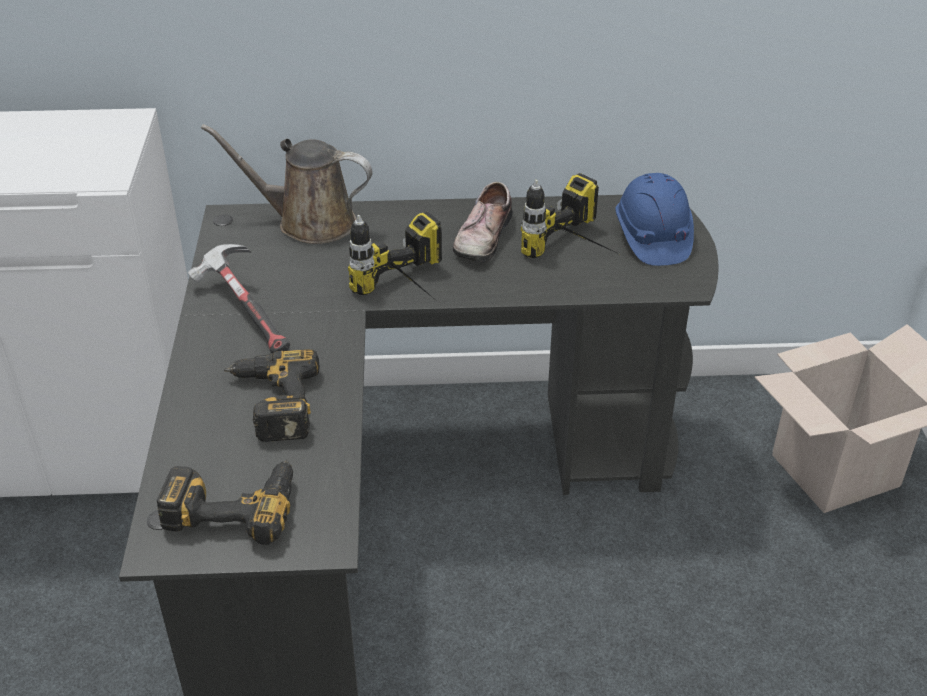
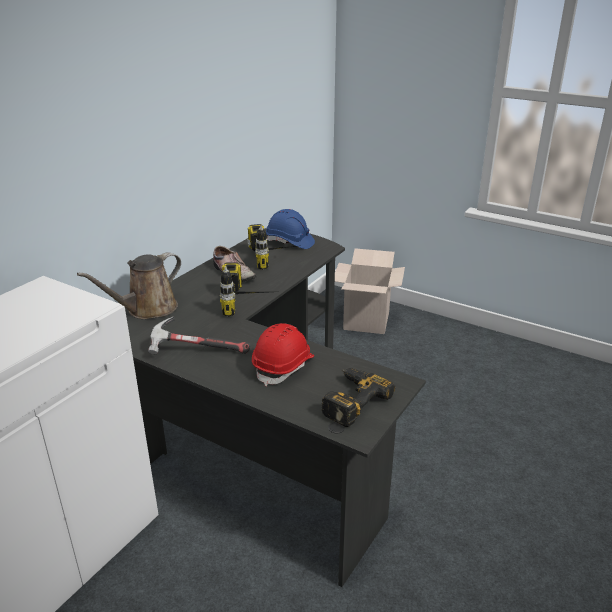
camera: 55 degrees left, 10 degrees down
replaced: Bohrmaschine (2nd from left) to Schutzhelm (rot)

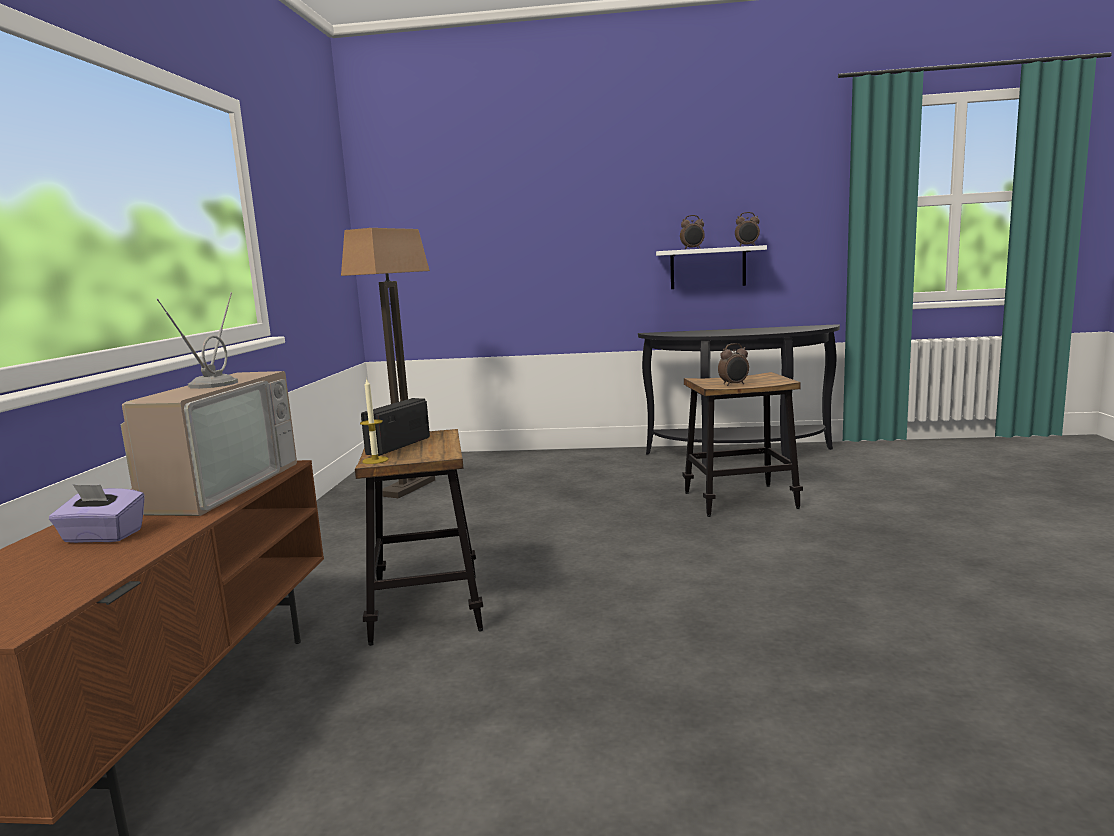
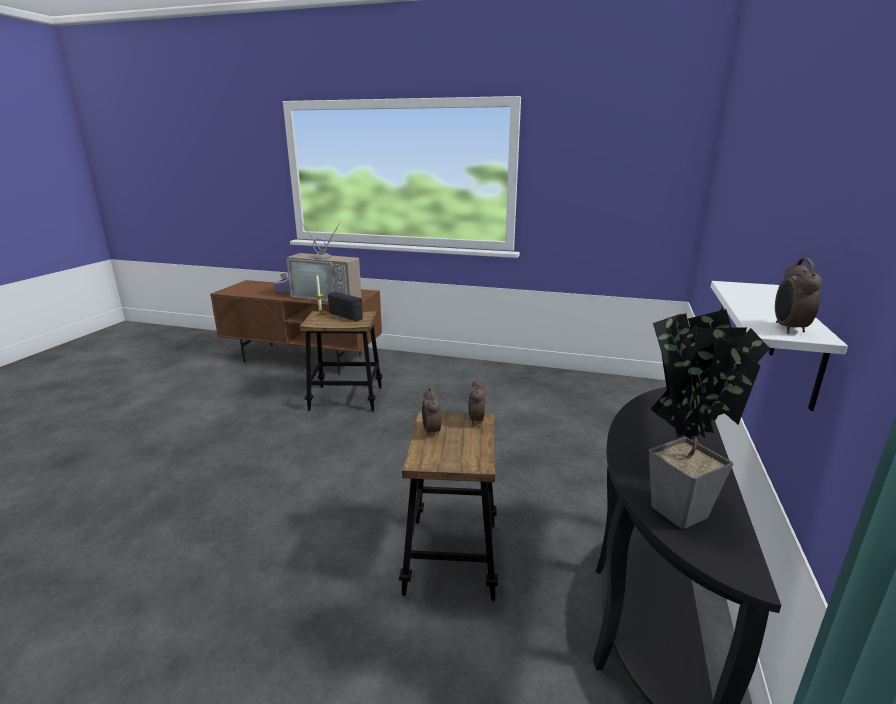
camera: 100 degrees right, 10 degrees up
removed: Stehlampe
added: Topfpflanze
moved: Wecker (1st from left in the first image) to Wecker (2nd from left)

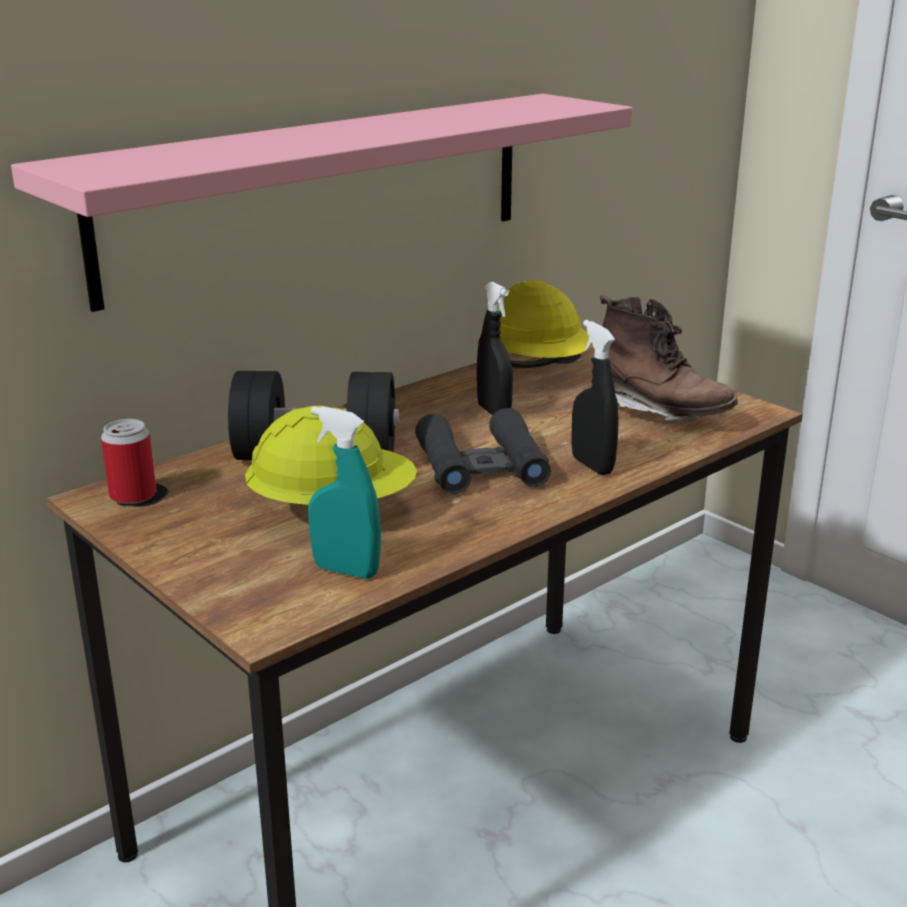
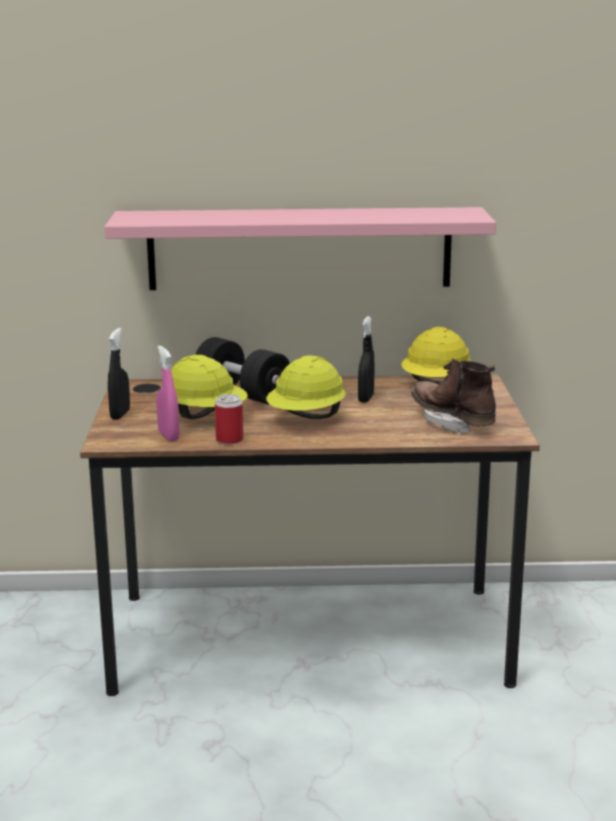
camera: 40 degrees right, 5 degrees down
moved: Dose; Sprühflasche (schwarz) (2nd from left in the first image) to Sprühflasche (schwarz) (1st from left)
replaced: Fernglas (schwarz) to Schutzhelm (gelb) (2nd from left)
recoloured: Sprühflasche (türkis) to Sprühflasche (rosa)
turned: Stiefel (braun) 150 degrees clockwise

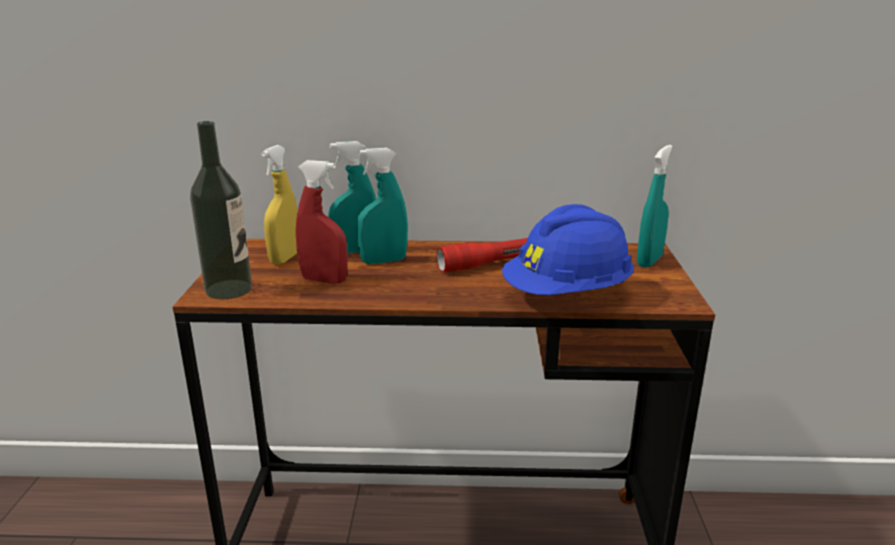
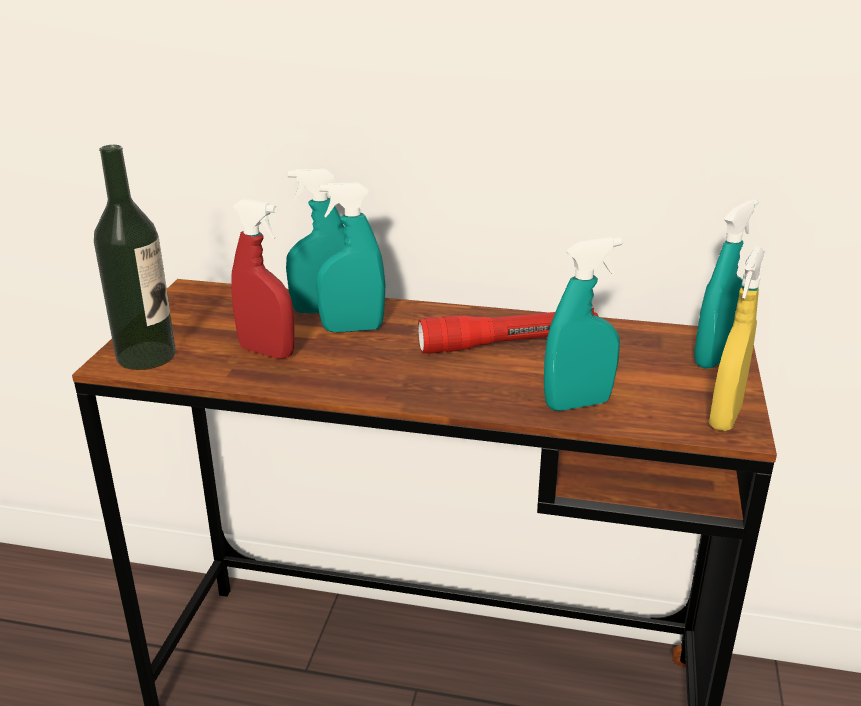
camera: 10 degrees right, 5 degrees up
moved: Sprühflasche (gelb)
replaced: Schutzhelm (blau) to Sprühflasche (türkis) (3rd from left)

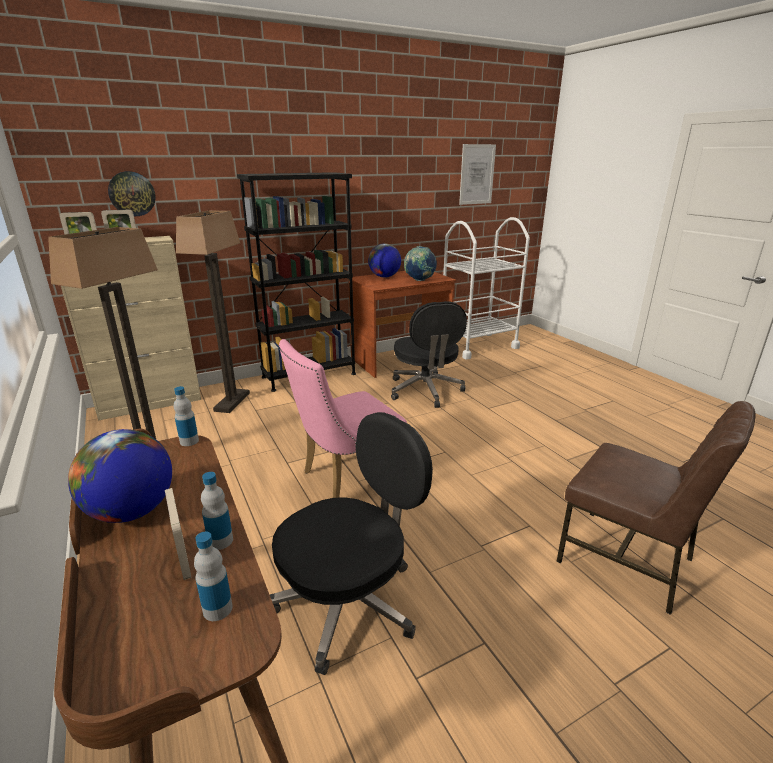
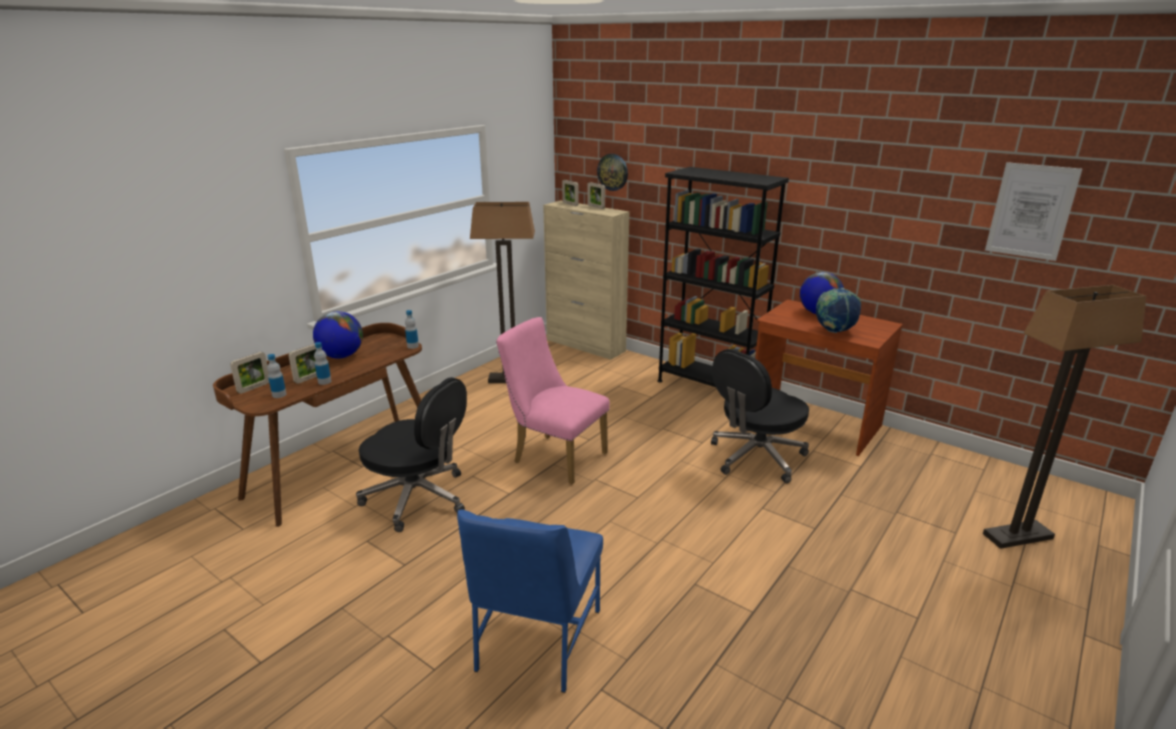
camera: 65 degrees right, 0 degrees up
removed: Rollwagen (weiß)
added: Bilderrahmen (1st from left)
moved: Stehlampe (2nd from left)
recoloured: Stuhl (braun) to Stuhl (blau)

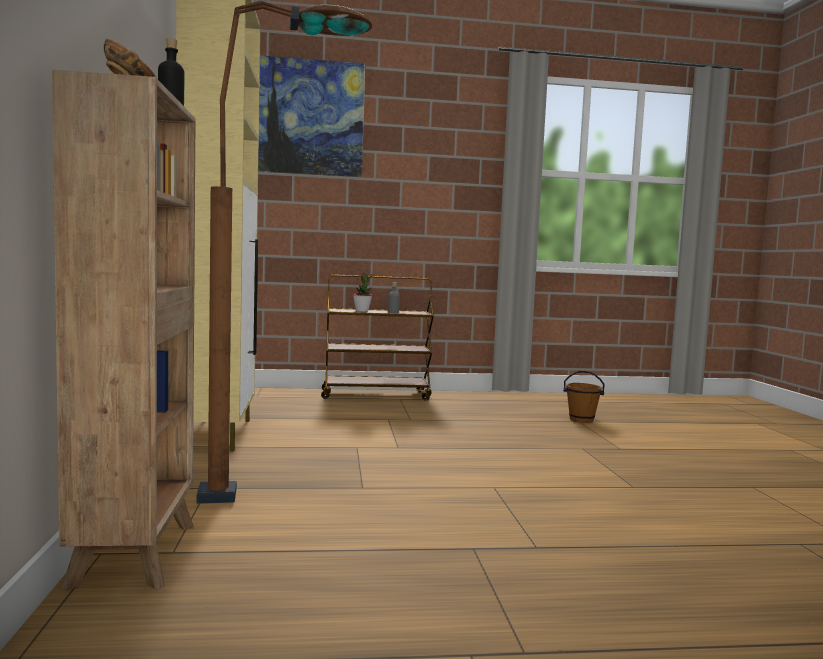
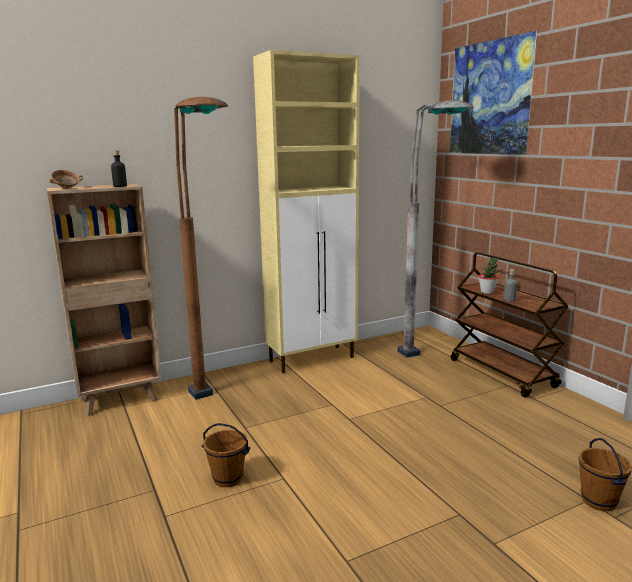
camera: 70 degrees right, 10 degrees up
added: Eimer (braun) (1st from left); Stehlampe (grau)

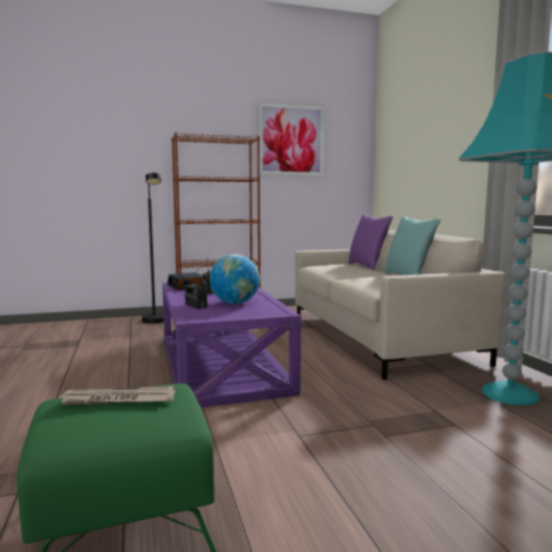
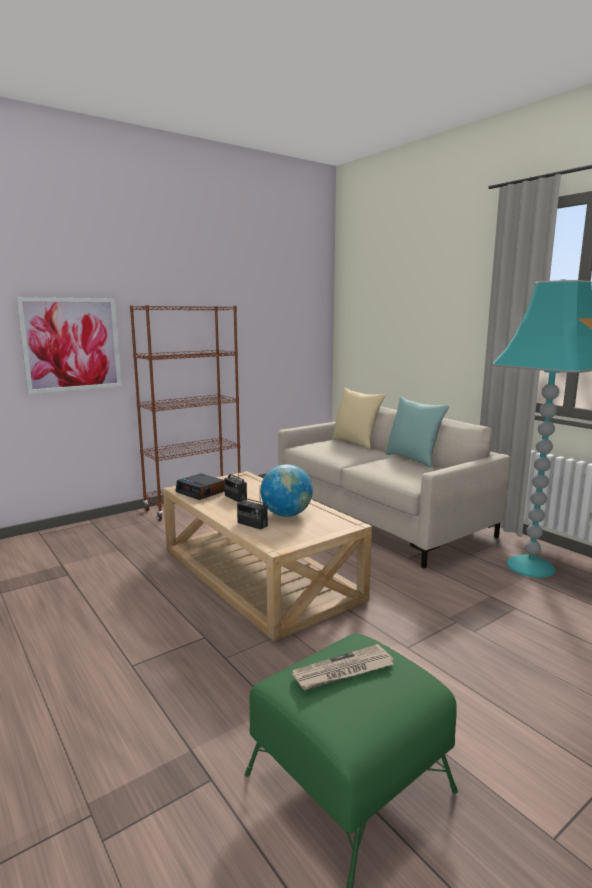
camera: 20 degrees left, 5 degrees up
removed: Stehlampe (schwarz)
moved: Bild
recoloured: Couchtisch (lila) to Couchtisch (beige); Kissen (lila) to Kissen (beige)

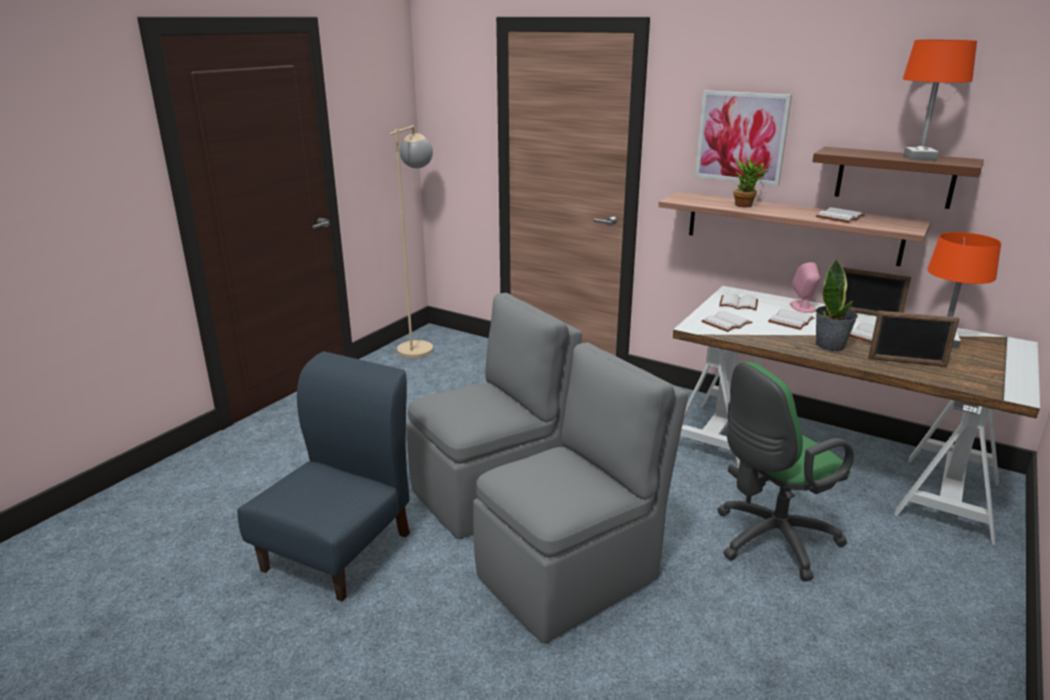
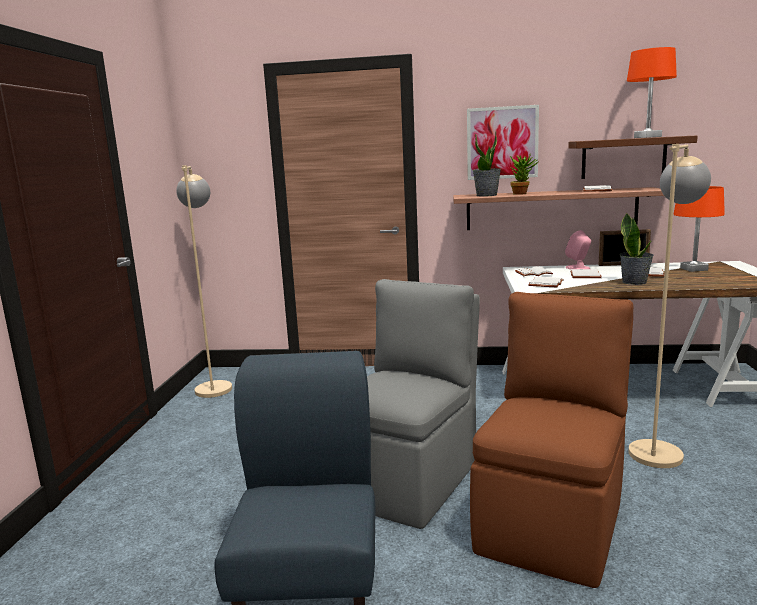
camera: 25 degrees left, 10 degrees down
removed: Bilderrahmen (2nd from left)
added: Topfpflanze (1st from left)
replaced: Bürostuhl (grün) to Stehlampe (beige) (2nd from left)
recoloured: Stuhl (grau) (2nd from left) to Stuhl (braun)

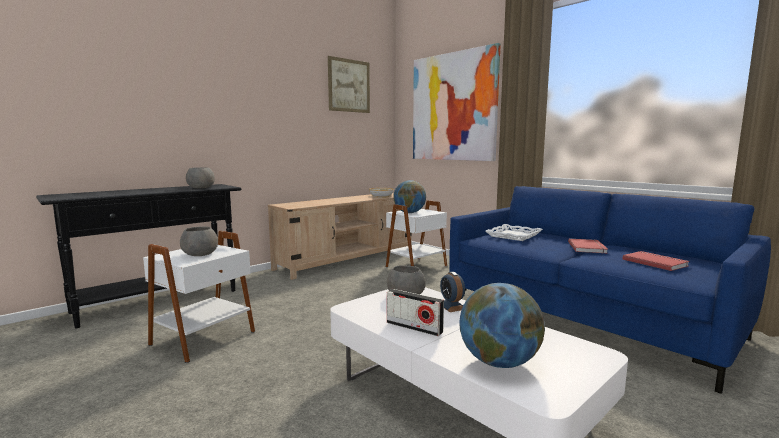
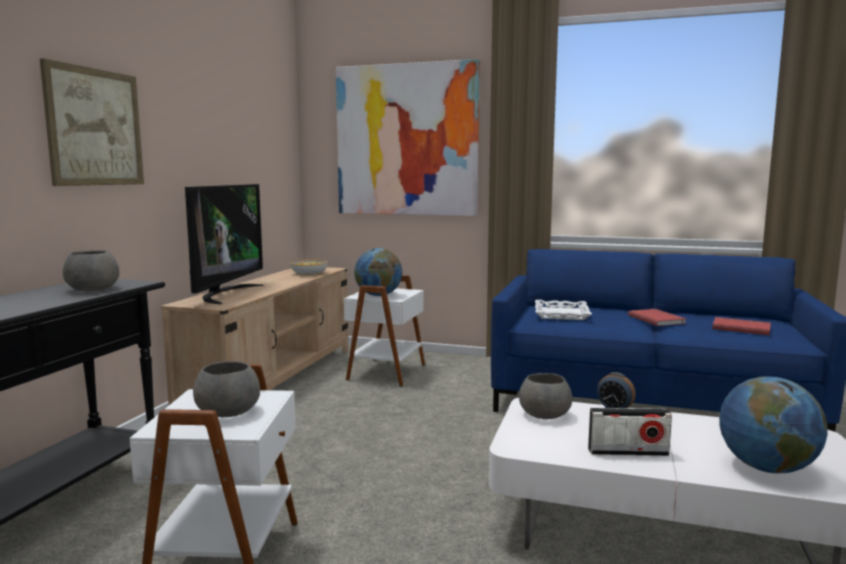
camera: 30 degrees left, 0 degrees up
added: Fernseher
moved: Bild (1st from left)

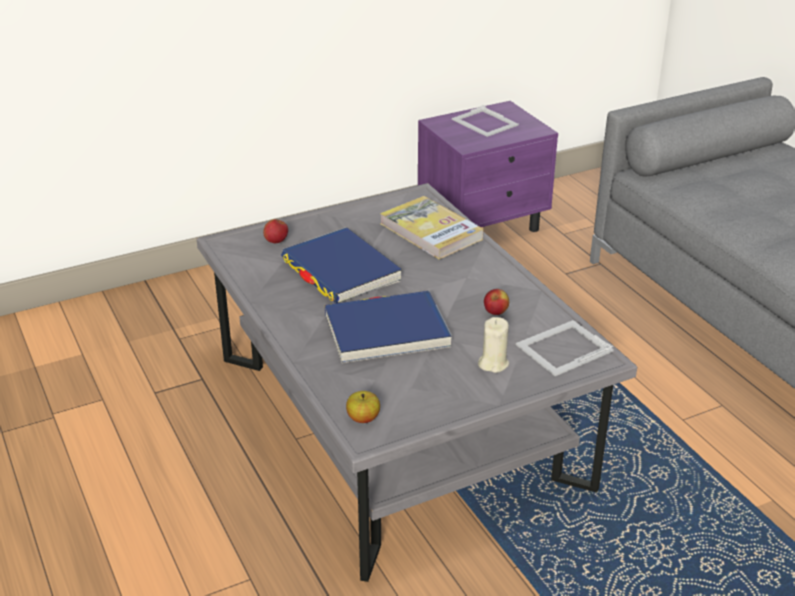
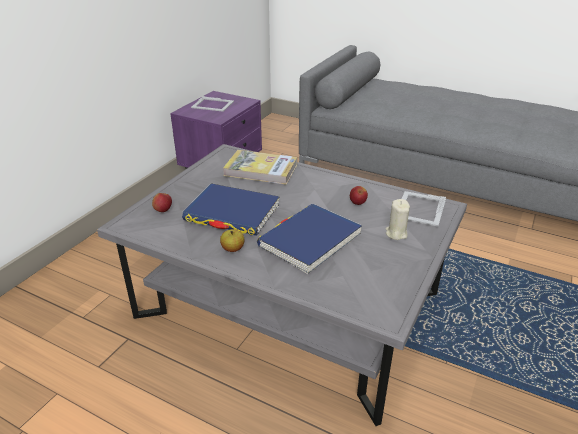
camera: 35 degrees left, 0 degrees up
moved: Apfel (2nd from left)

